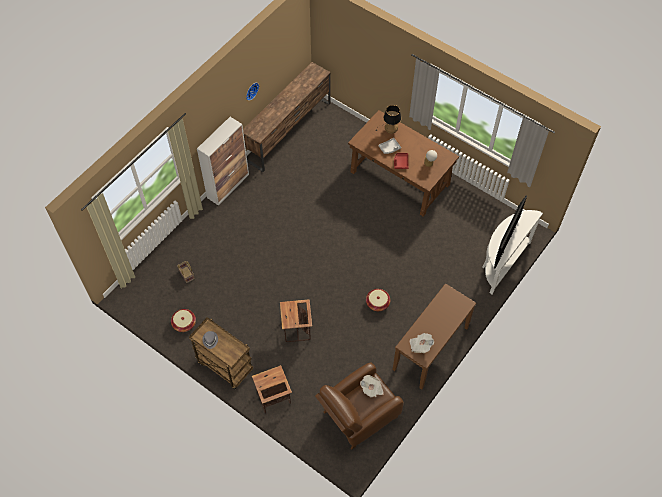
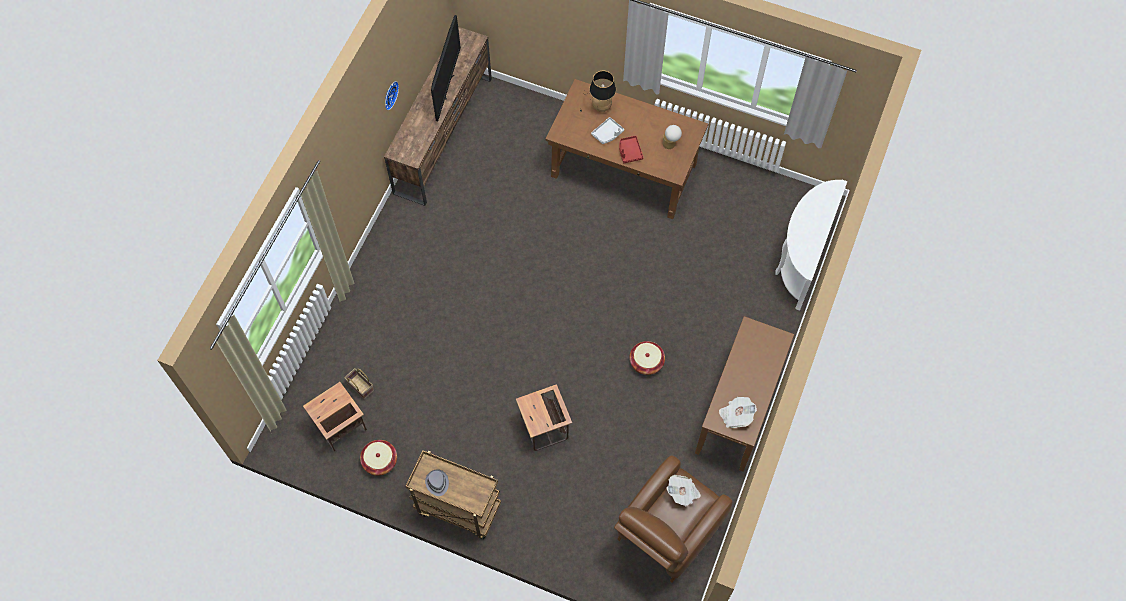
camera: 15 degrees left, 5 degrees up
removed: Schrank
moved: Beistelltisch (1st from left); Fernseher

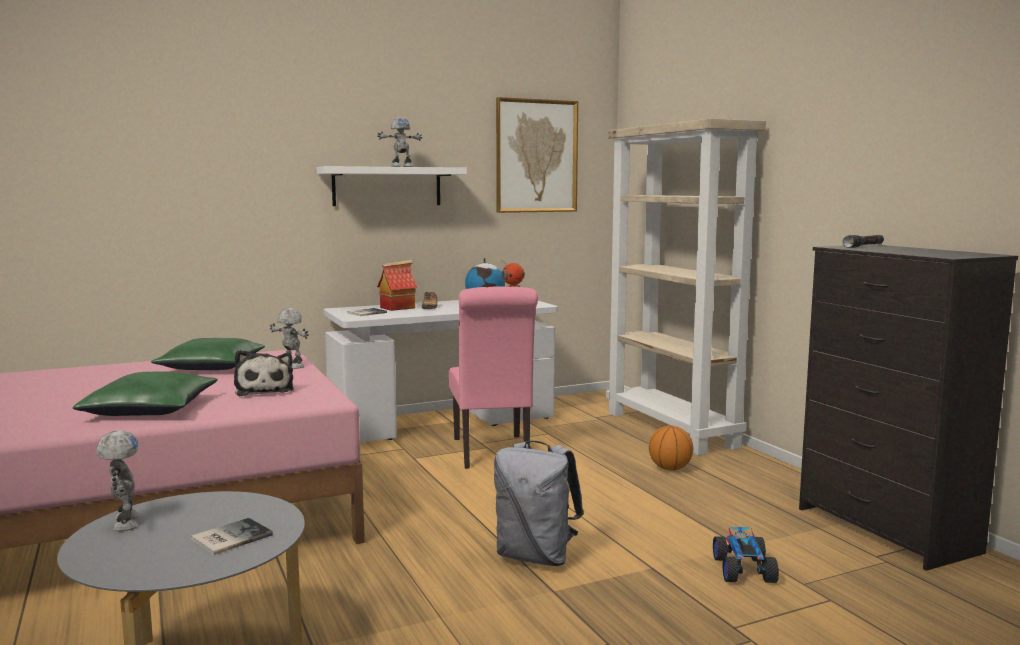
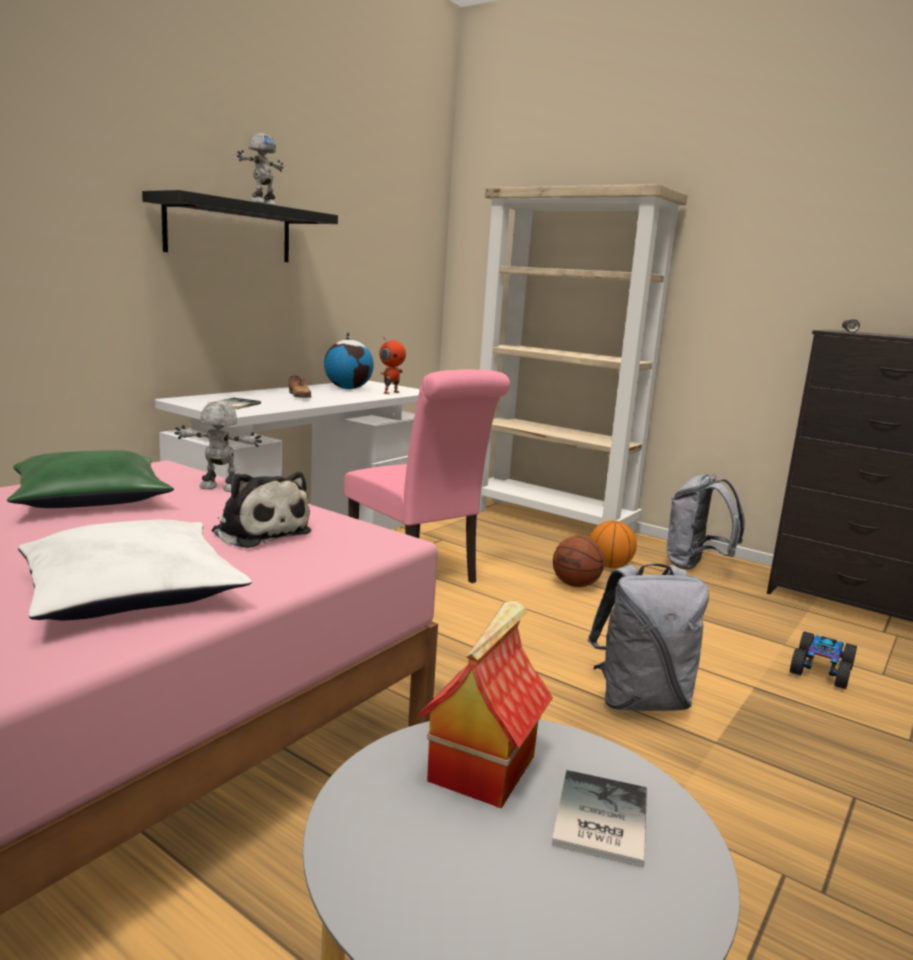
camera: 30 degrees left, 5 degrees up
removed: Spielzeugroboter (1st from left); Bild
added: Basketball (1st from left); Rucksack (grau) (2nd from left)
moved: Spielzeughaus
recoloured: Kissen (grün) (1st from left) to Kissen (weiß); Wandregal (weiß) to Wandregal (schwarz)
turned: Spielzeugauto 120 degrees counterclockwise

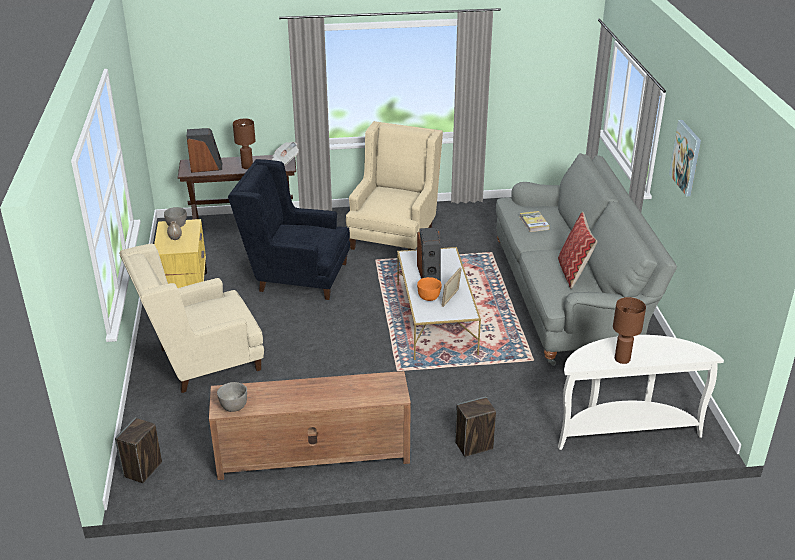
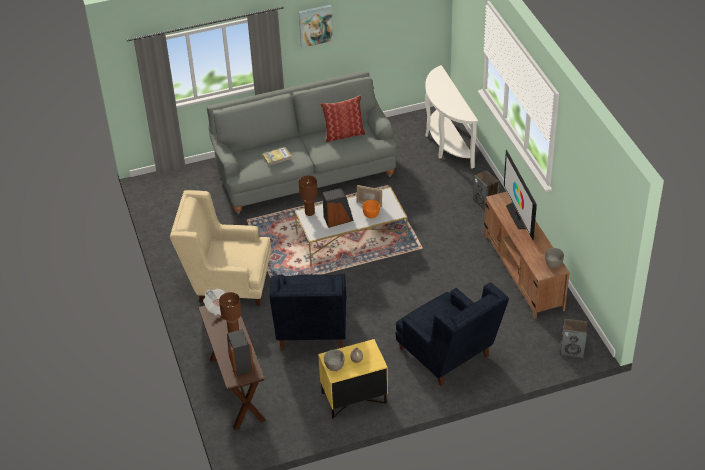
camera: 100 degrees left, 10 degrees up
added: Fernseher
moved: Tischlampe (braun) (2nd from left)
recoloured: Sessel (beige) (1st from left) to Sessel (blau) (2nd from left)

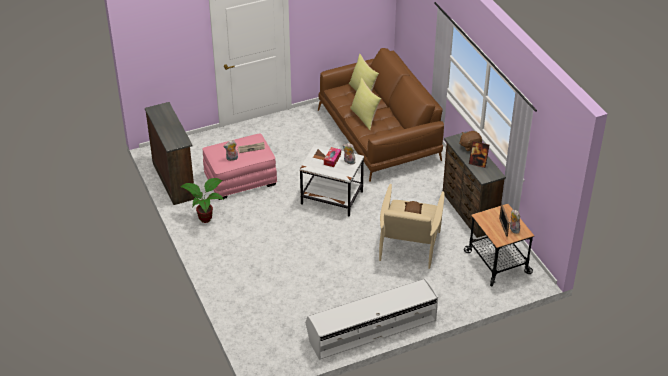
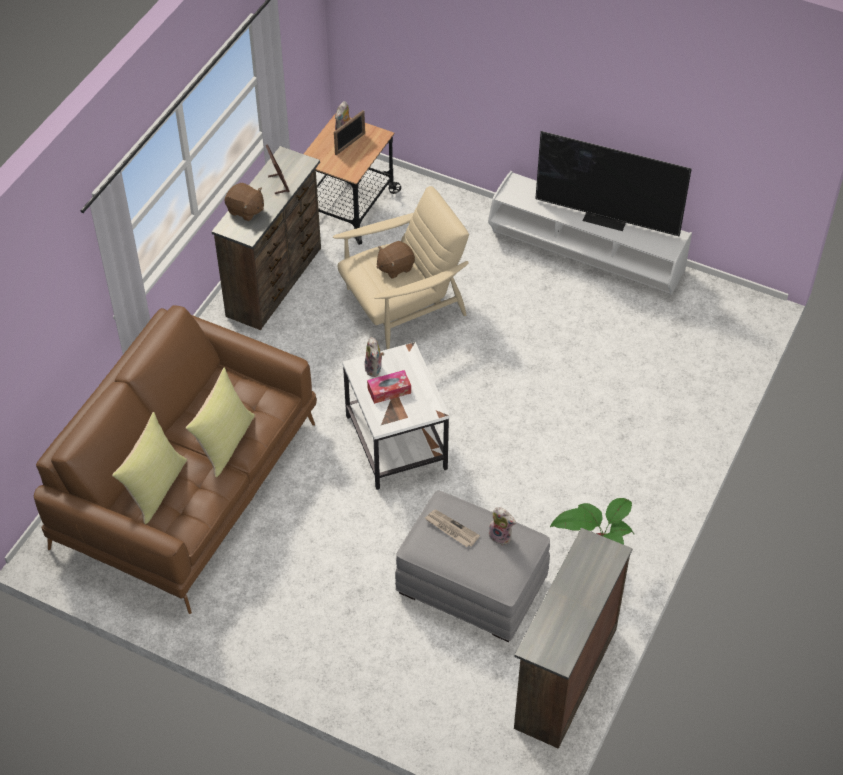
camera: 130 degrees left, 10 degrees up
added: Fernseher
recoloured: Polsterhocker (rosa) to Polsterhocker (grau)

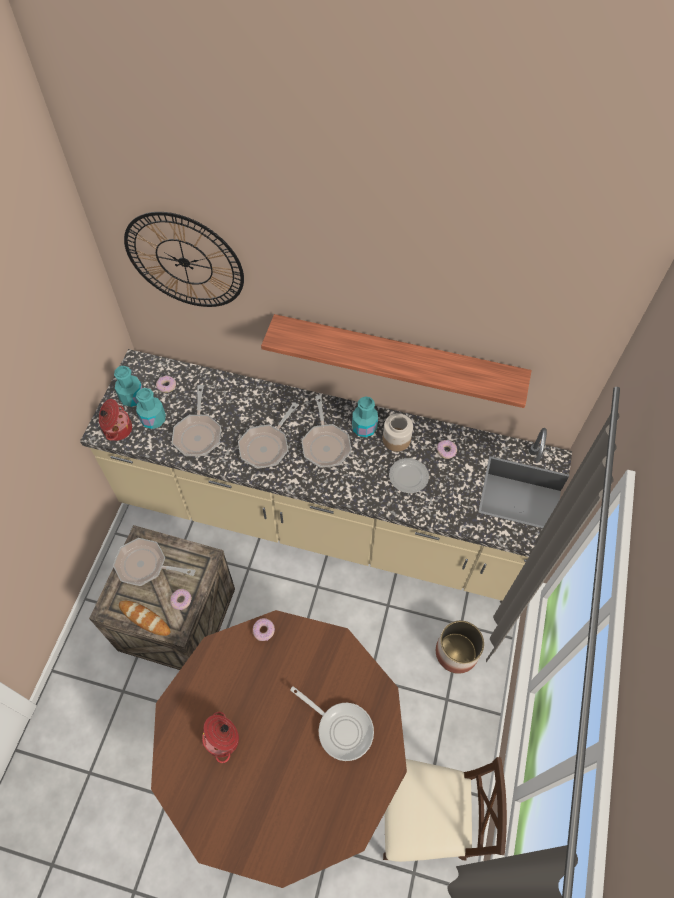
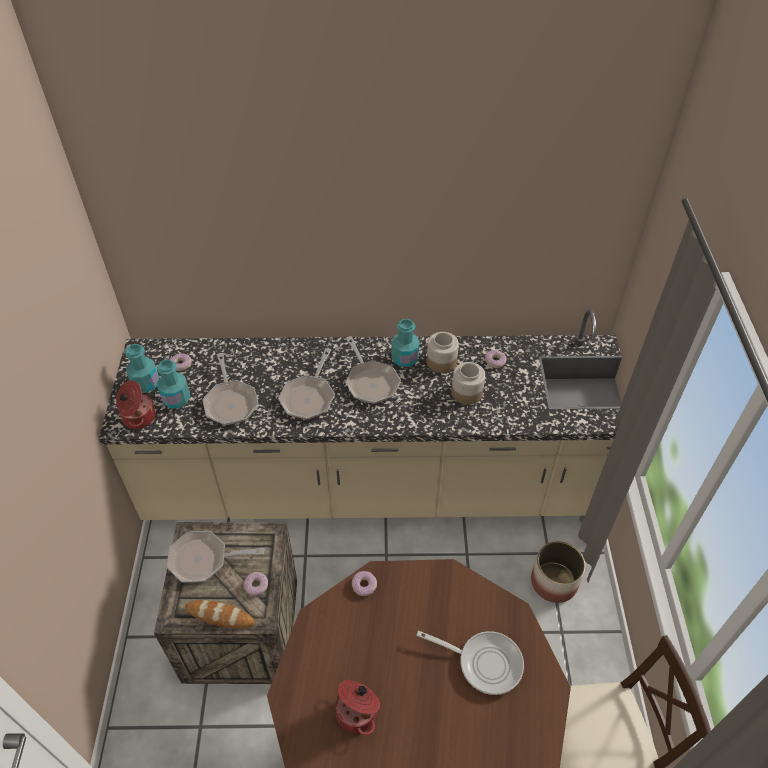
camera: 15 degrees left, 10 degrees down
removed: Wanduhr; Wandregal
replaced: Teller to Vorratsglas (2nd from left)

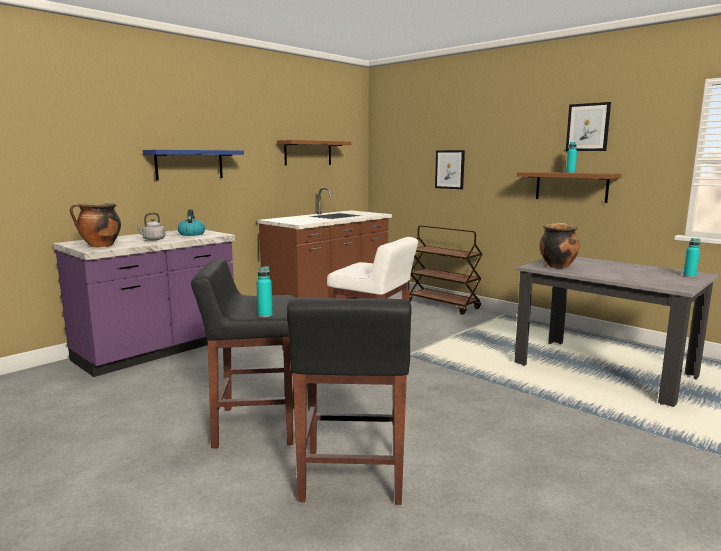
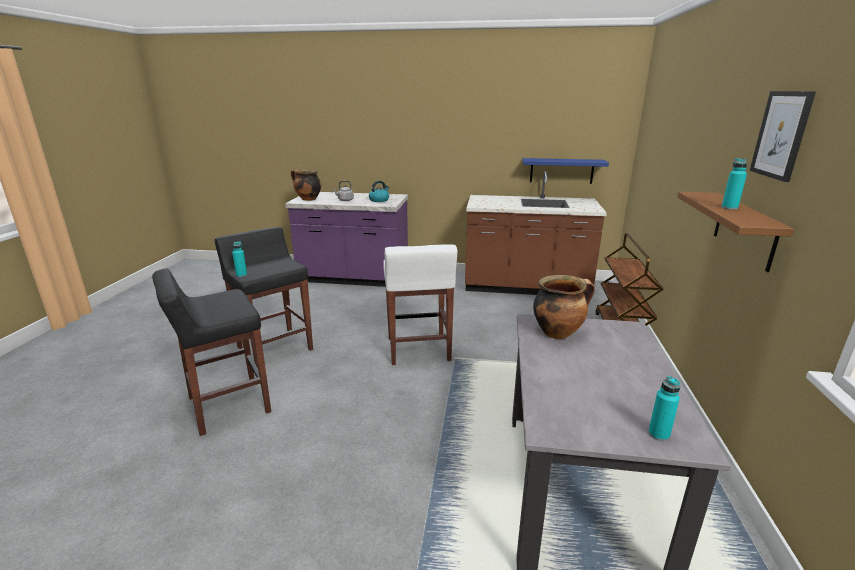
camera: 55 degrees right, 10 degrees up
removed: Wandregal (braun) (1st from left); Bild (1st from left)
moved: Wandregal (blau)

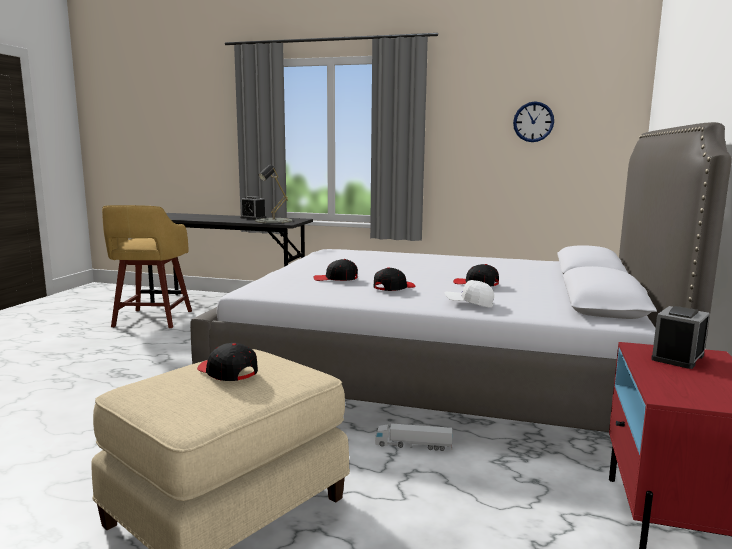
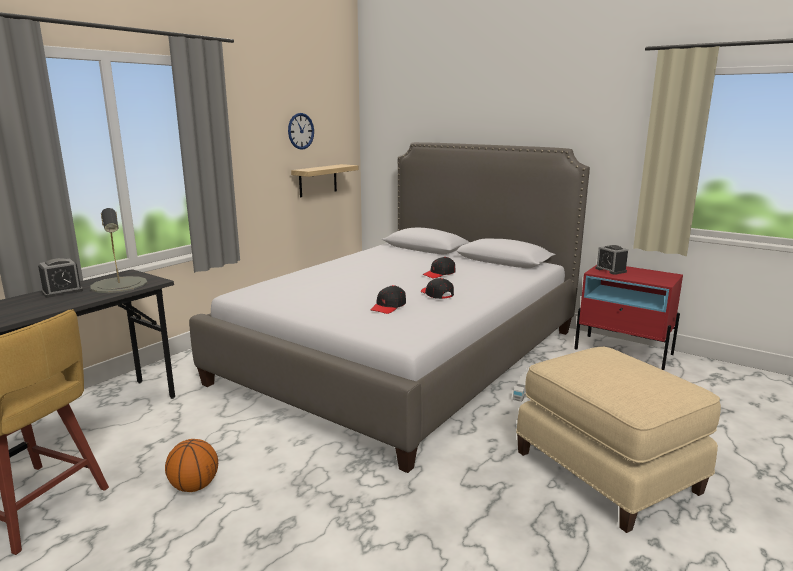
camera: 70 degrees left, 5 degrees up
removed: Kappe (schwarz) (1st from left); Kappe (weiß)
added: Basketball; Wandregal

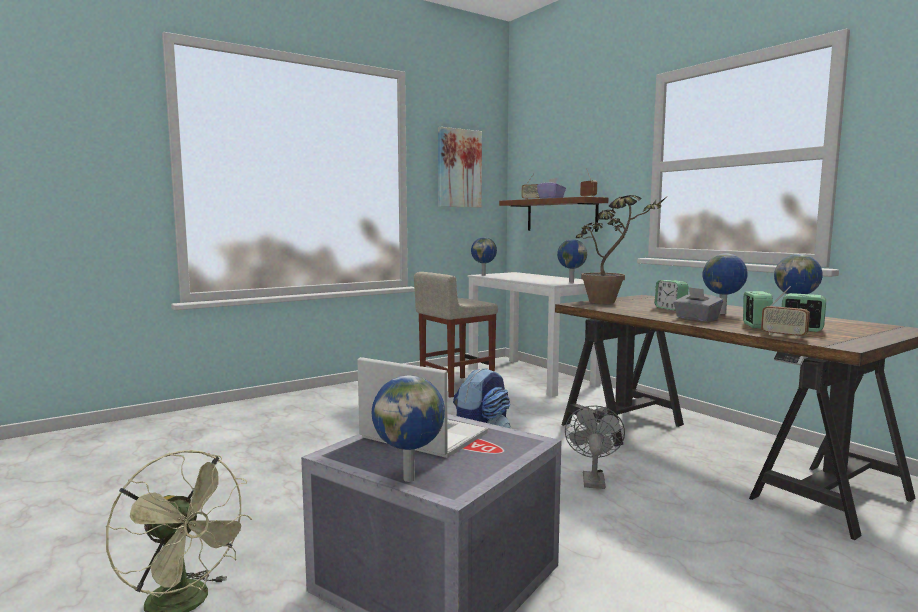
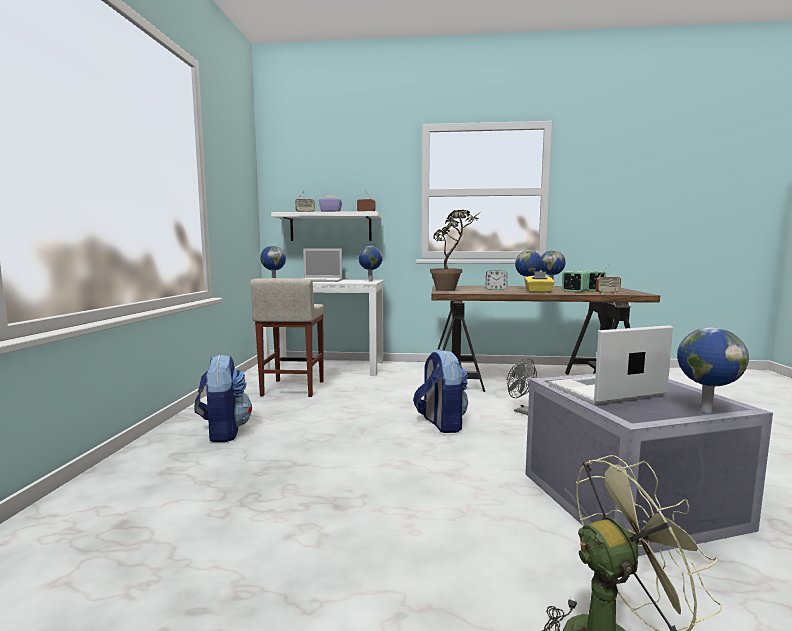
camera: 50 degrees left, 0 degrees up
removed: Bild
added: Rucksack (1st from left); Laptop (1st from left)
recoloured: Wandregal (braun) to Wandregal (weiß); Taschentuchbox (grau) to Taschentuchbox (gelb)

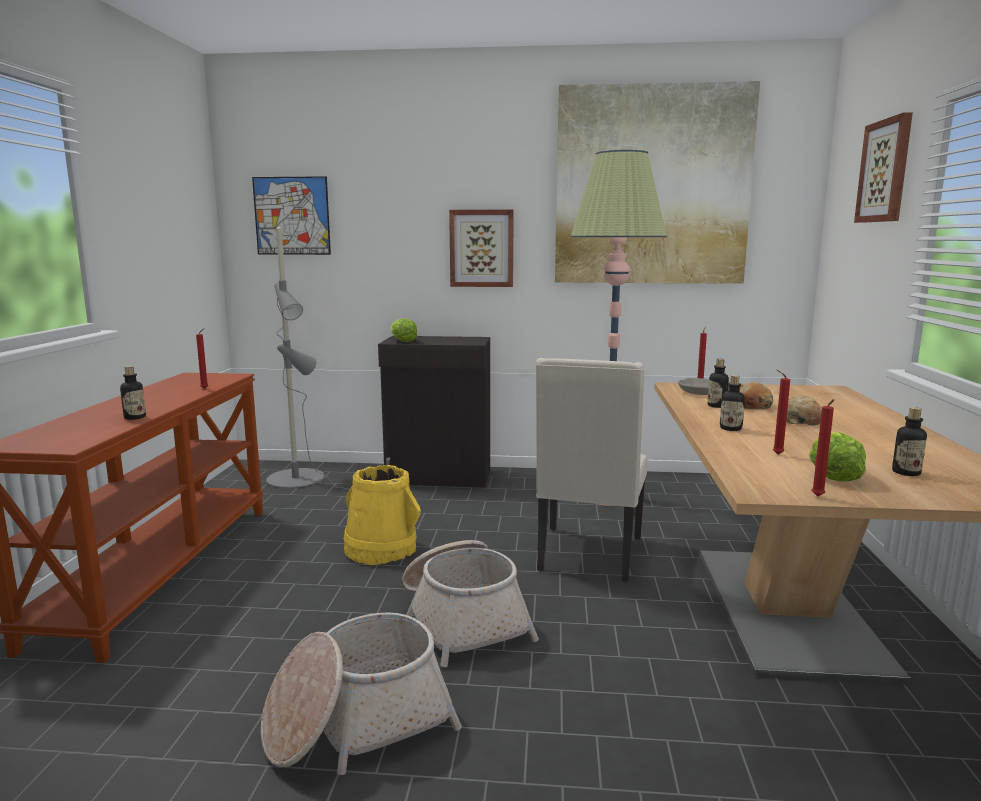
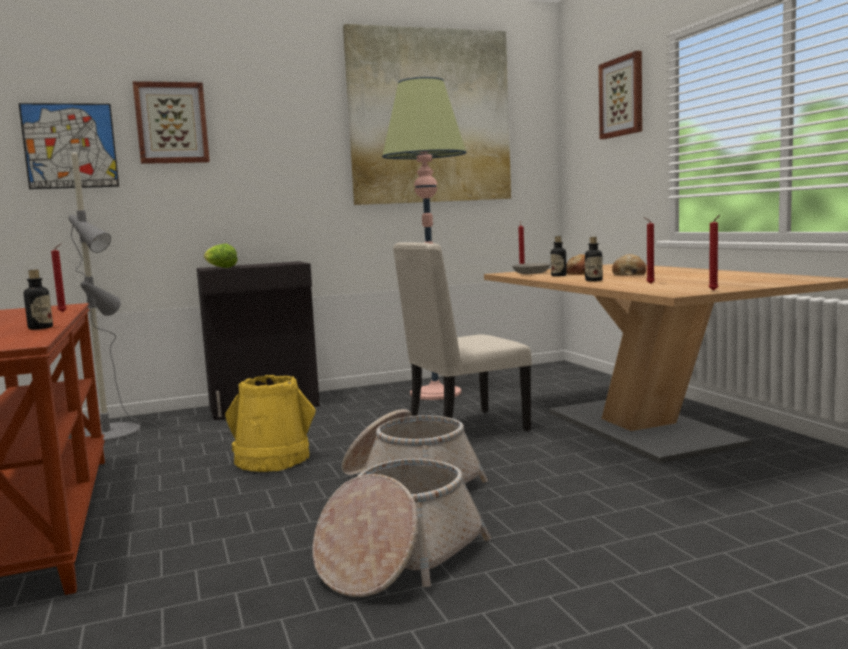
camera: 25 degrees left, 5 degrees down
removed: Salatkopf (2nd from left); Flasche (4th from left)
moved: Bild (2nd from left)
turned: Stuhl (beige) 75 degrees clockwise

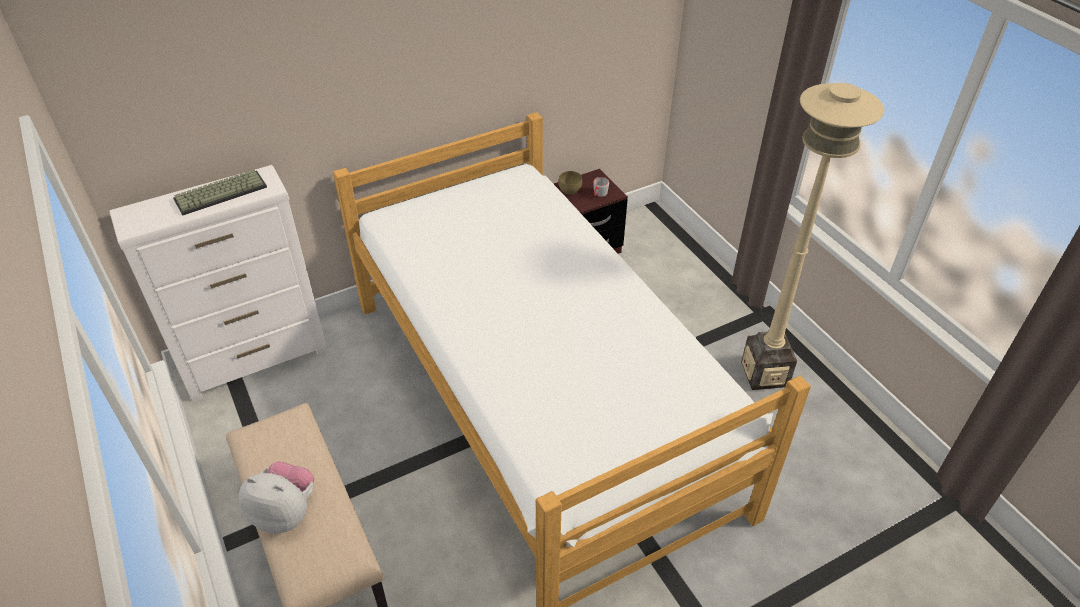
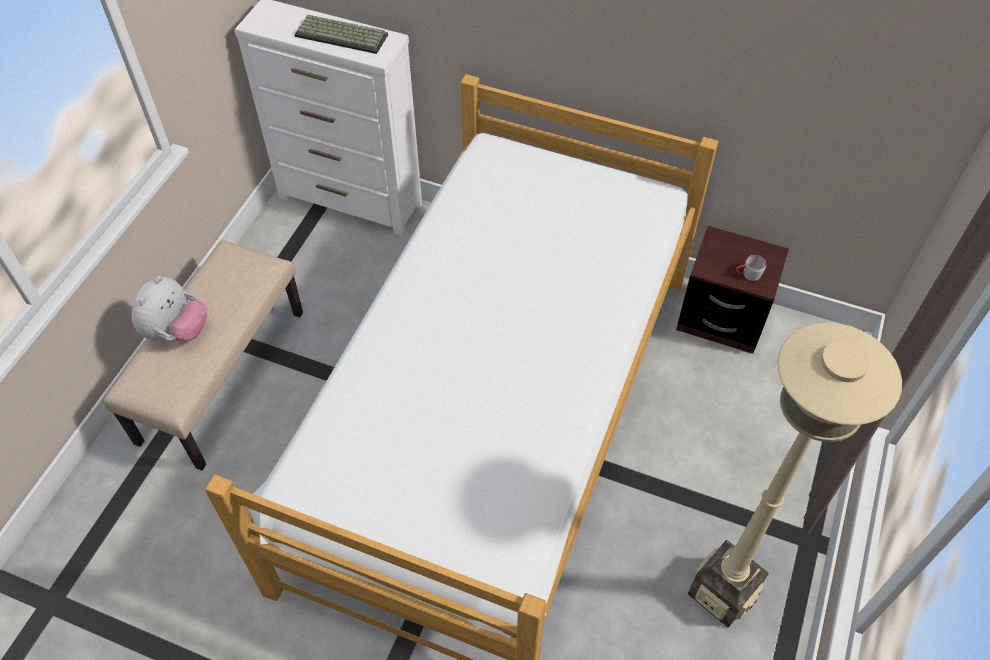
camera: 50 degrees right, 10 degrees up
removed: Schüssel (braun)
turned: Plüschtier 45 degrees clockwise

